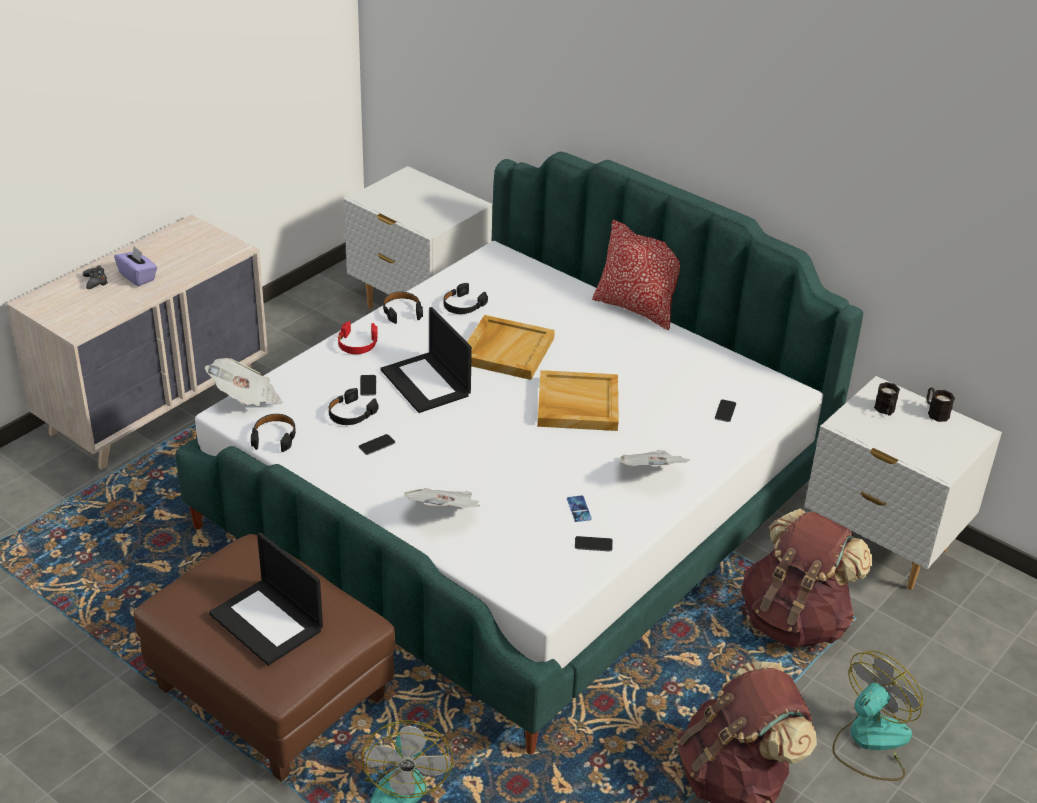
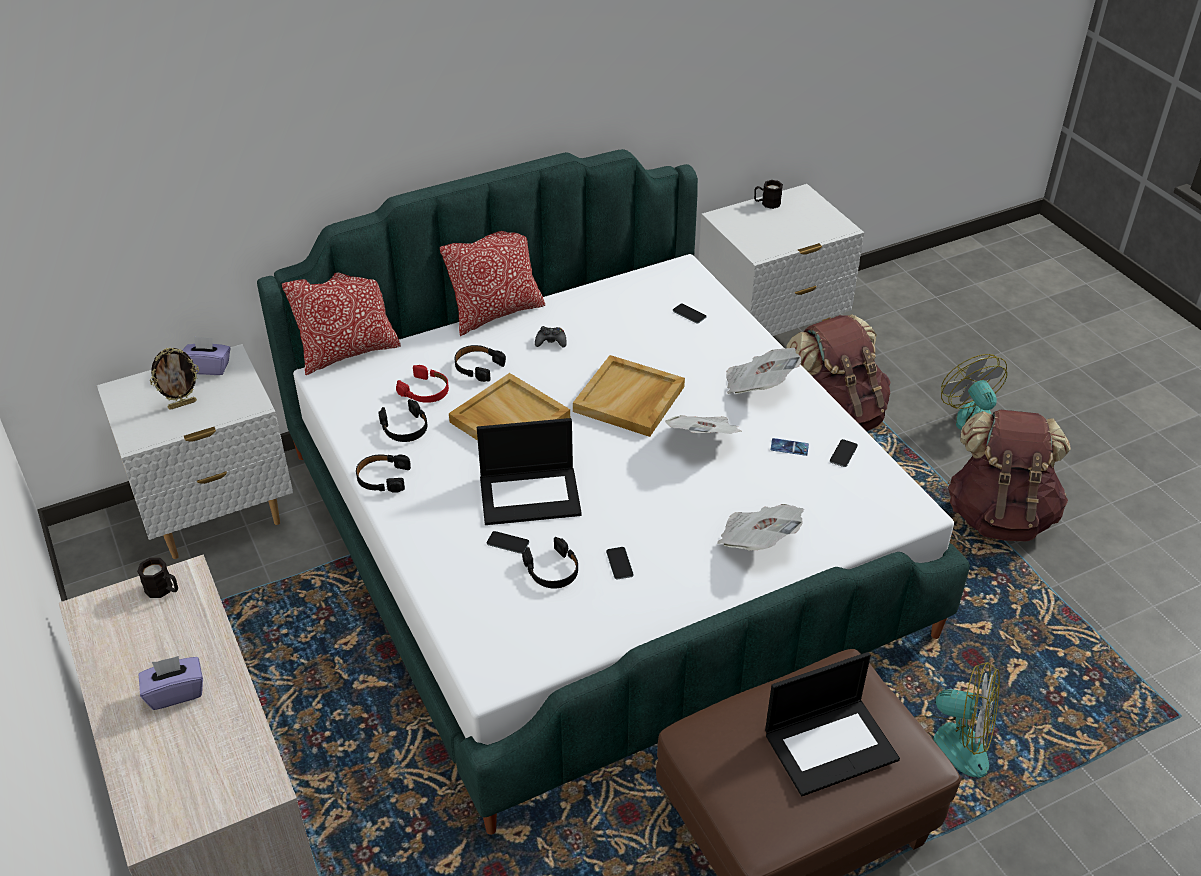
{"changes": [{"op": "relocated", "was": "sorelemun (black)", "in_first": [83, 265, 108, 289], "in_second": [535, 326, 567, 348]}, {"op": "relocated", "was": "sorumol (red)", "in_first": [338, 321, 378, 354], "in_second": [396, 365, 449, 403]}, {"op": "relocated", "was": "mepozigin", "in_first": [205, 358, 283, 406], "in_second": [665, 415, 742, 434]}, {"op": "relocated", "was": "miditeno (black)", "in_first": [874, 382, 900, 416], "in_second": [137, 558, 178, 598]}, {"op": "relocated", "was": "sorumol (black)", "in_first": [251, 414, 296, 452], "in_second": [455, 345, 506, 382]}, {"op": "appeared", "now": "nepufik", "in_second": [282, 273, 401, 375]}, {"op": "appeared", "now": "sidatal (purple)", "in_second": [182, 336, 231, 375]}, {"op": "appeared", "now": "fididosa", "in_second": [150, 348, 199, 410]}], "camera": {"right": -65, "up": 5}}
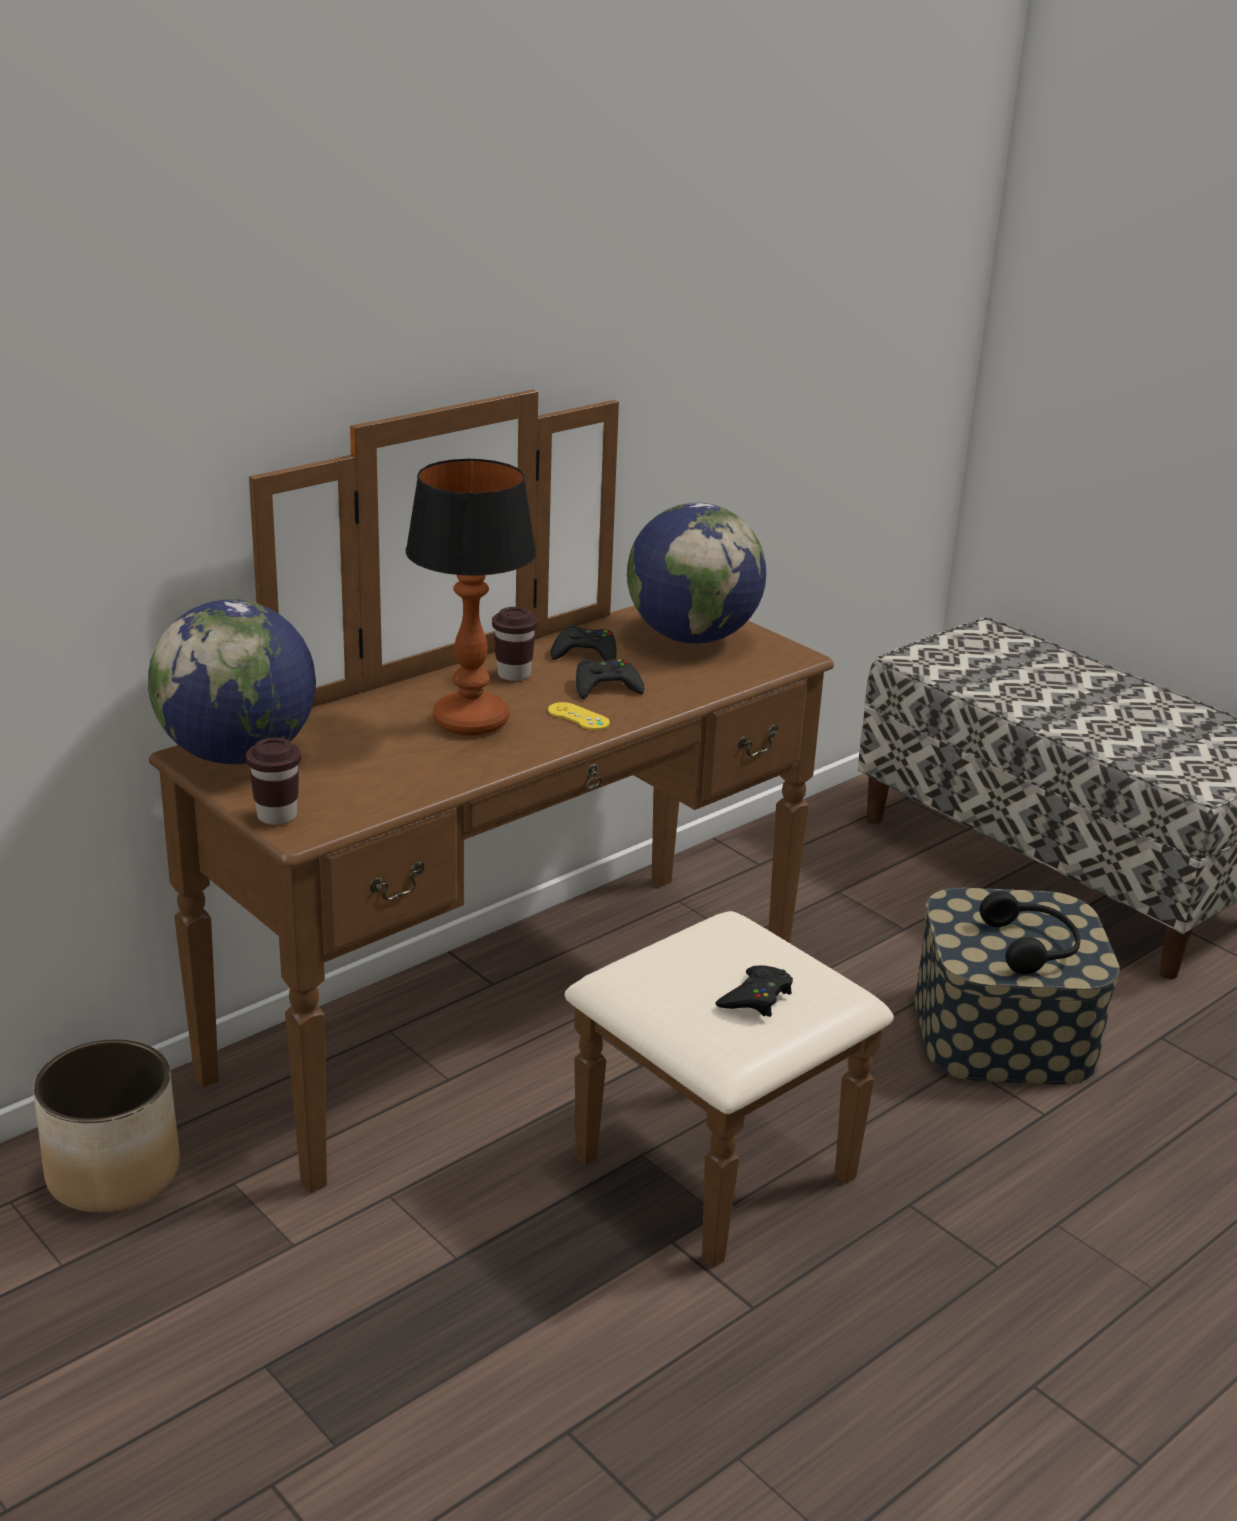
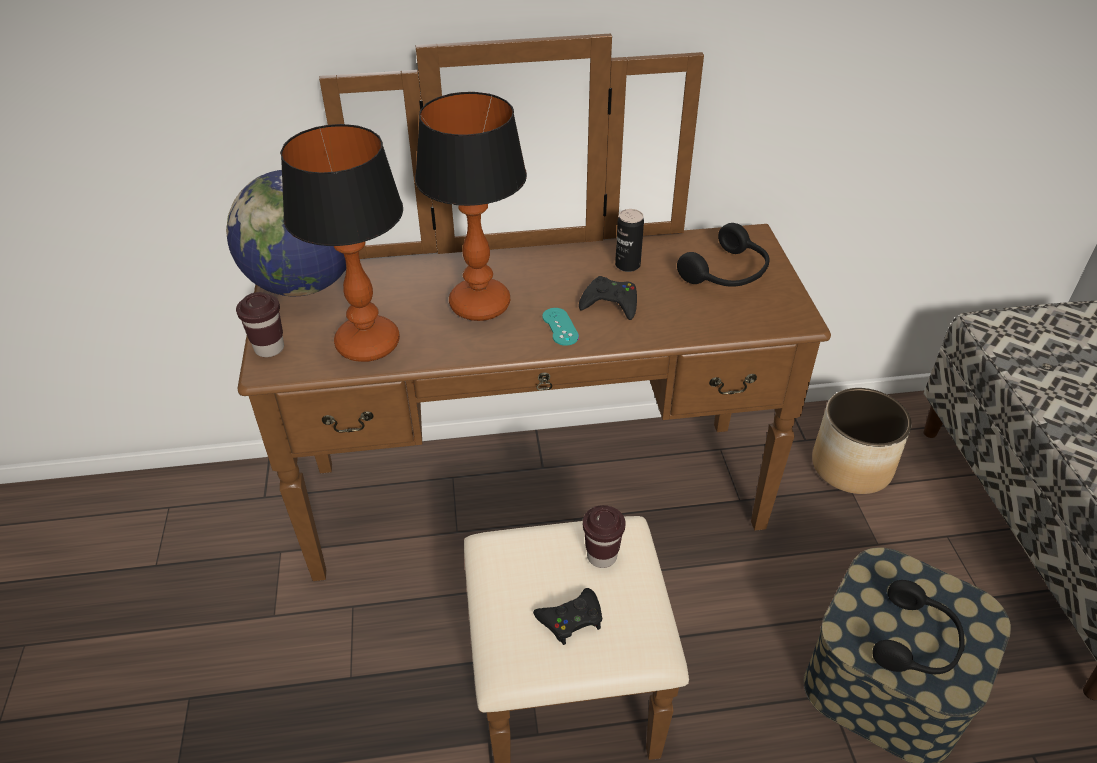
{"changes": [{"op": "exchanged", "was": "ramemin", "now": "sorumol (black)", "in_first": [627, 503, 766, 644], "in_second": [677, 223, 770, 287]}, {"op": "relocated", "was": "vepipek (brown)", "in_first": [492, 607, 538, 681], "in_second": [583, 505, 626, 568]}, {"op": "exchanged", "was": "sorelemun (black)", "now": "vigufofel", "in_first": [550, 624, 617, 661], "in_second": [615, 209, 644, 272]}, {"op": "colour", "was": "sorelemun (yellow)", "now": "sorelemun (turquoise)", "in_first": [548, 702, 610, 730], "in_second": [542, 308, 579, 346]}, {"op": "relocated", "was": "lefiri", "in_first": [33, 1040, 180, 1213], "in_second": [812, 388, 912, 494]}, {"op": "appeared", "now": "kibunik", "in_second": [280, 124, 403, 362]}], "camera": {"right": 35, "up": 15}}
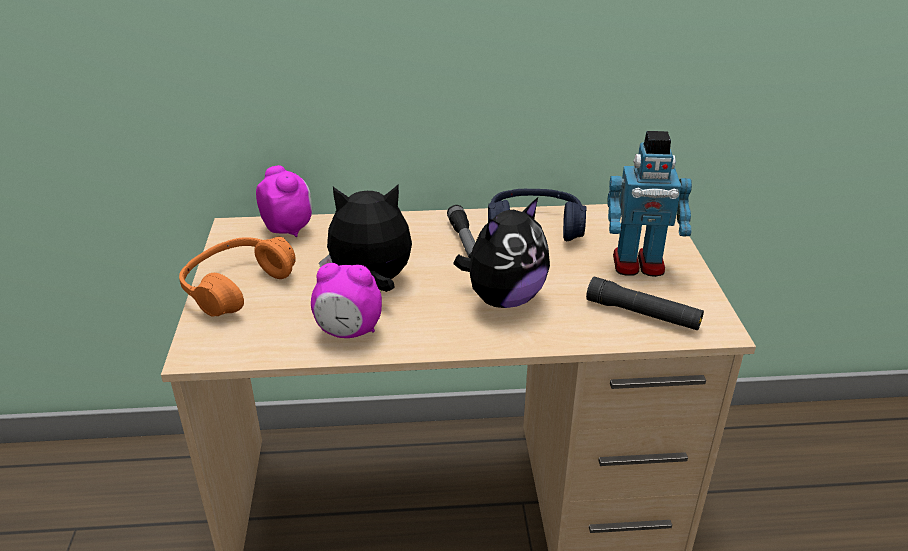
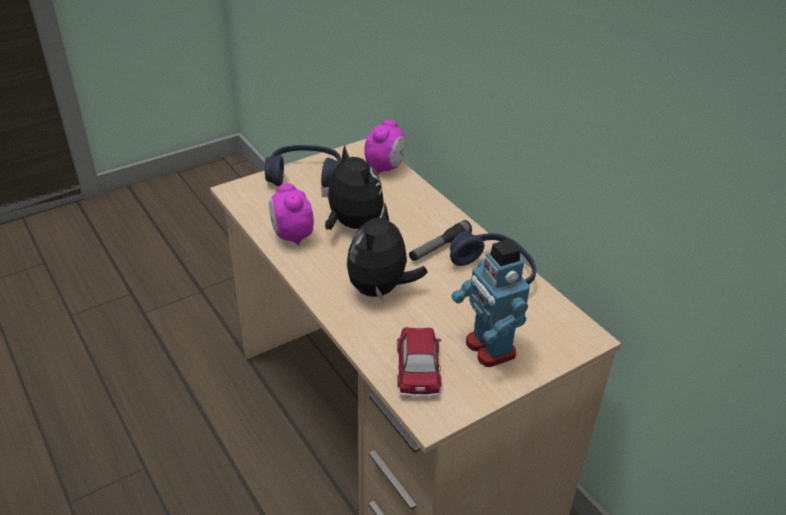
{"changes": [{"op": "spun", "was": "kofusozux", "in_first": [454, 197, 550, 308], "in_second": [347, 203, 428, 301], "clockwise": 90}, {"op": "colour", "was": "sorumol (orange)", "now": "sorumol (blue)", "in_first": [179, 237, 296, 317], "in_second": [265, 145, 341, 187]}, {"op": "exchanged", "was": "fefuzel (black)", "now": "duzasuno", "in_first": [586, 277, 704, 330], "in_second": [397, 327, 442, 397]}], "camera": {"right": 60, "up": 5}}
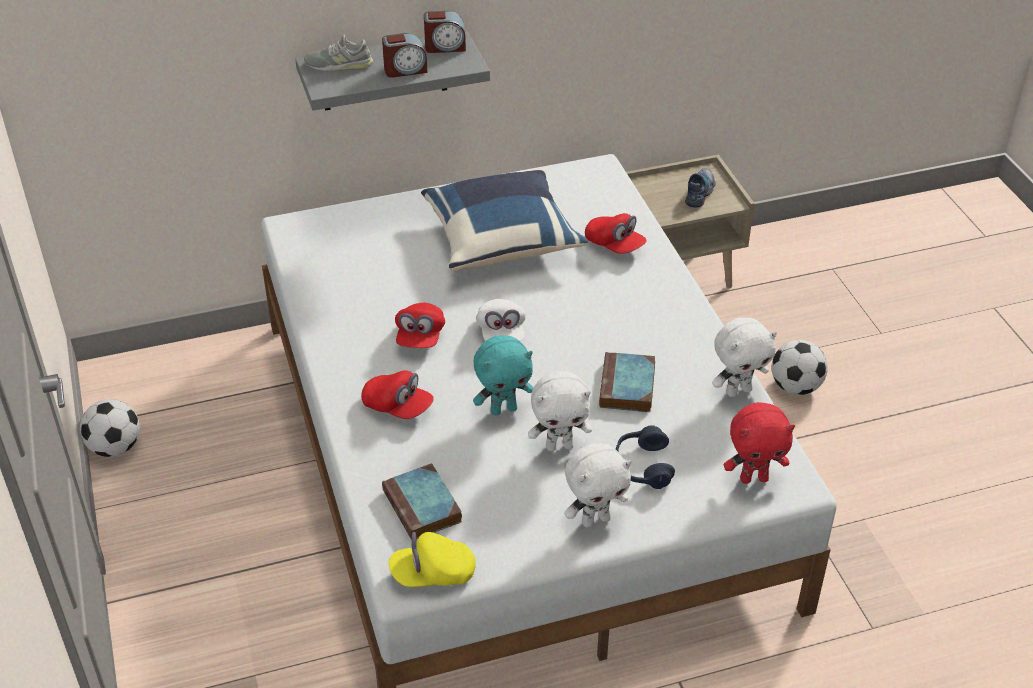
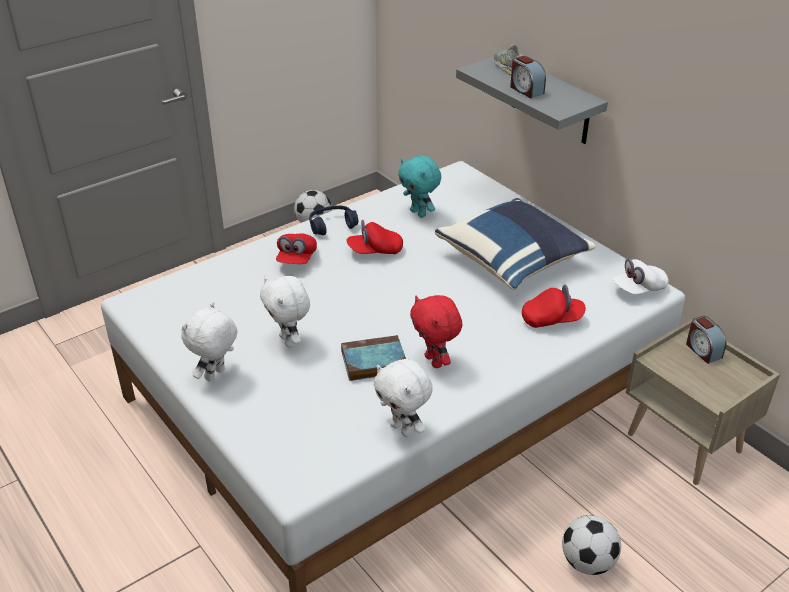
{"changes": [{"op": "relocated", "was": "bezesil", "in_first": [424, 11, 466, 53], "in_second": [686, 316, 726, 364]}, {"op": "missing", "was": "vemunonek", "in_first": [685, 168, 716, 208]}, {"op": "spun", "was": "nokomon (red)", "in_first": [585, 213, 647, 254], "in_second": [522, 285, 586, 328], "clockwise": -120}, {"op": "relocated", "was": "nokomon (white)", "in_first": [476, 299, 526, 341], "in_second": [613, 259, 669, 295]}, {"op": "relocated", "was": "kofusozux (turquoise)", "in_first": [473, 336, 533, 416], "in_second": [398, 156, 441, 218]}, {"op": "relocated", "was": "kofusozux (red)", "in_first": [724, 402, 795, 484], "in_second": [410, 295, 462, 368]}, {"op": "relocated", "was": "sorumol (blue)", "in_first": [616, 425, 675, 489], "in_second": [309, 206, 358, 235]}, {"op": "spun", "was": "kofusozux (white)", "in_first": [564, 443, 632, 528], "in_second": [181, 302, 237, 382], "clockwise": 75}, {"op": "missing", "was": "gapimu", "in_first": [382, 463, 462, 539]}, {"op": "missing", "was": "nokomon (yellow)", "in_first": [389, 532, 476, 587]}], "camera": {"right": 70, "up": -5}}
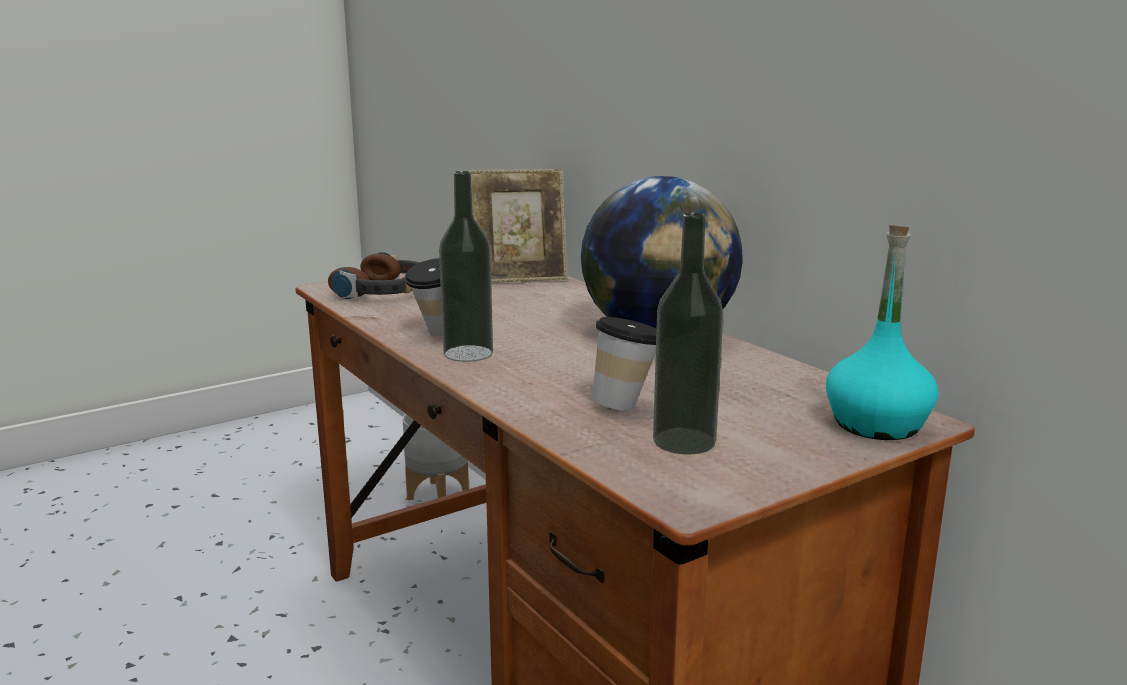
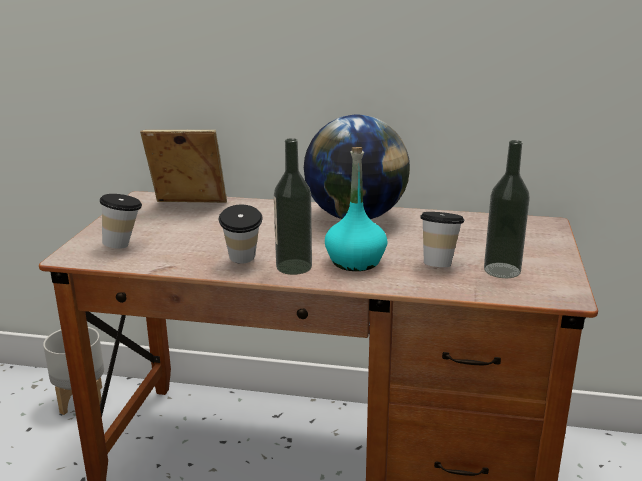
{"changes": [{"op": "spun", "was": "fididosa", "in_first": [468, 169, 568, 283], "in_second": [140, 130, 227, 203], "clockwise": -120}, {"op": "relocated", "was": "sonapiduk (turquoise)", "in_first": [826, 225, 939, 440], "in_second": [325, 147, 387, 271]}, {"op": "exchanged", "was": "sorumol", "now": "vepipek", "in_first": [328, 252, 420, 299], "in_second": [100, 194, 142, 249]}], "camera": {"right": -45, "up": 5}}
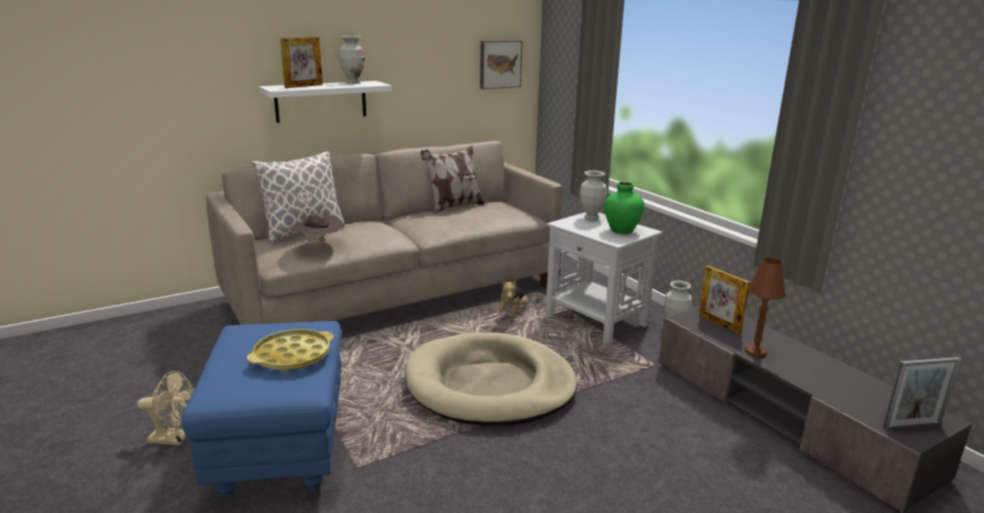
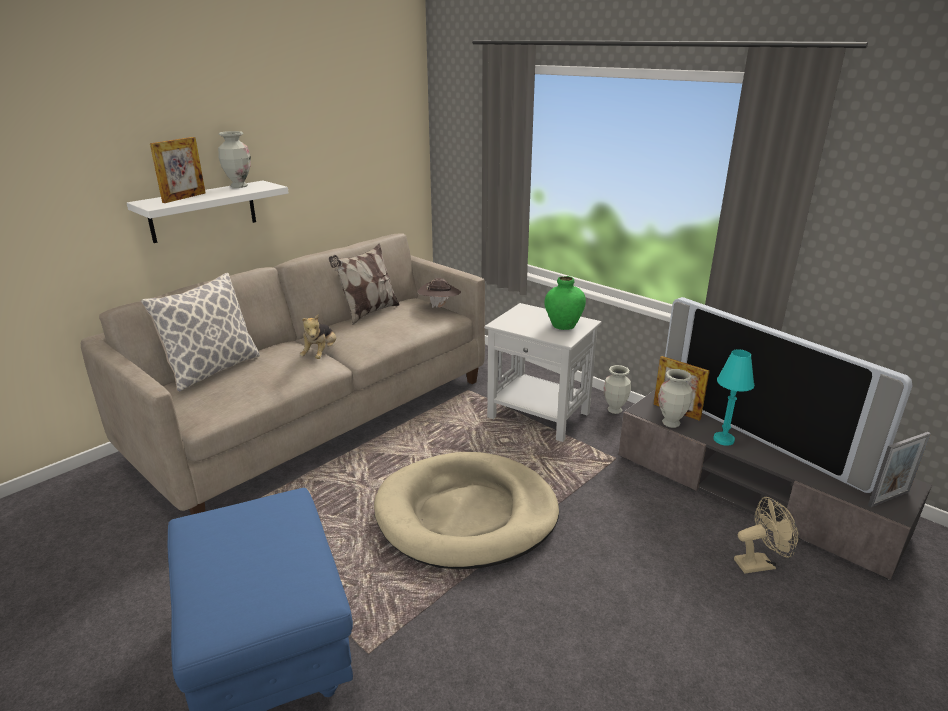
{"changes": [{"op": "missing", "was": "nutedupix", "in_first": [480, 40, 523, 89]}, {"op": "relocated", "was": "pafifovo", "in_first": [580, 170, 607, 220], "in_second": [658, 369, 693, 428]}, {"op": "relocated", "was": "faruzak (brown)", "in_first": [289, 213, 343, 246], "in_second": [418, 278, 461, 308]}, {"op": "colour", "was": "kibunik (brown)", "now": "kibunik (turquoise)", "in_first": [745, 258, 786, 358], "in_second": [713, 349, 754, 446]}, {"op": "relocated", "was": "kofusozux", "in_first": [496, 279, 528, 318], "in_second": [300, 314, 336, 359]}, {"op": "missing", "was": "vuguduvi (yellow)", "in_first": [247, 329, 334, 371]}, {"op": "relocated", "was": "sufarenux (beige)", "in_first": [137, 371, 194, 446], "in_second": [734, 497, 799, 573]}, {"op": "appeared", "now": "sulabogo", "in_second": [665, 297, 913, 493]}], "camera": {"right": -15, "up": 5}}
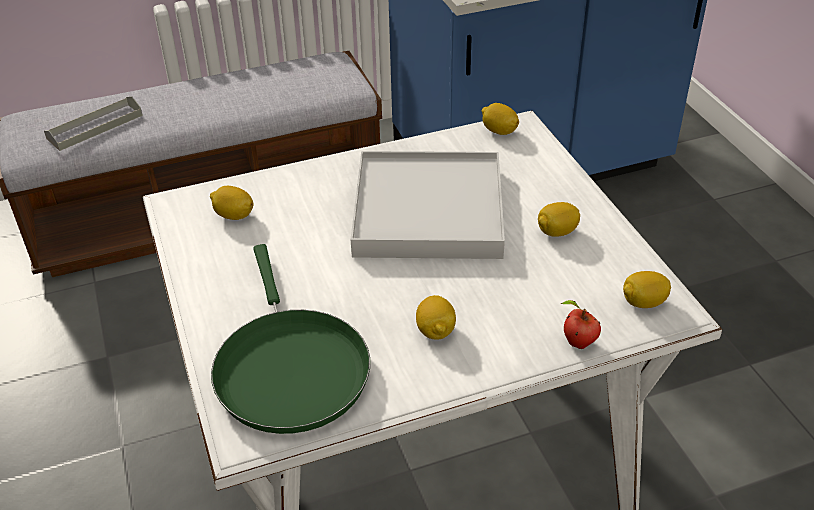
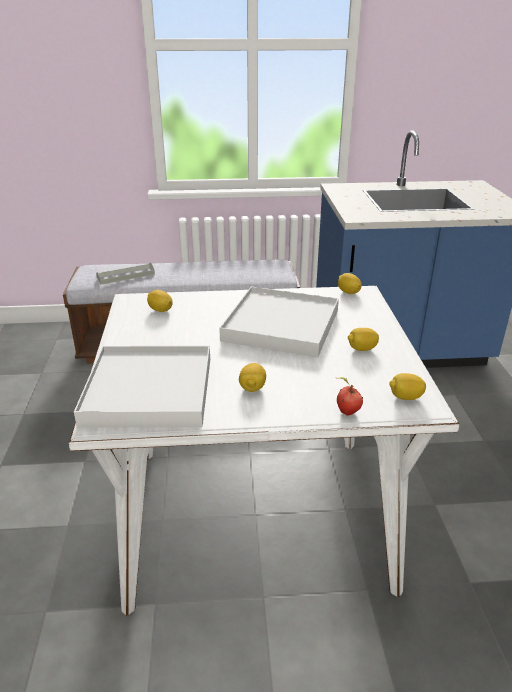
{"changes": [{"op": "exchanged", "was": "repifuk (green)", "now": "vuguduvi (white)", "in_first": [211, 244, 370, 434], "in_second": [74, 346, 210, 428]}], "camera": {"right": 15, "up": -10}}
